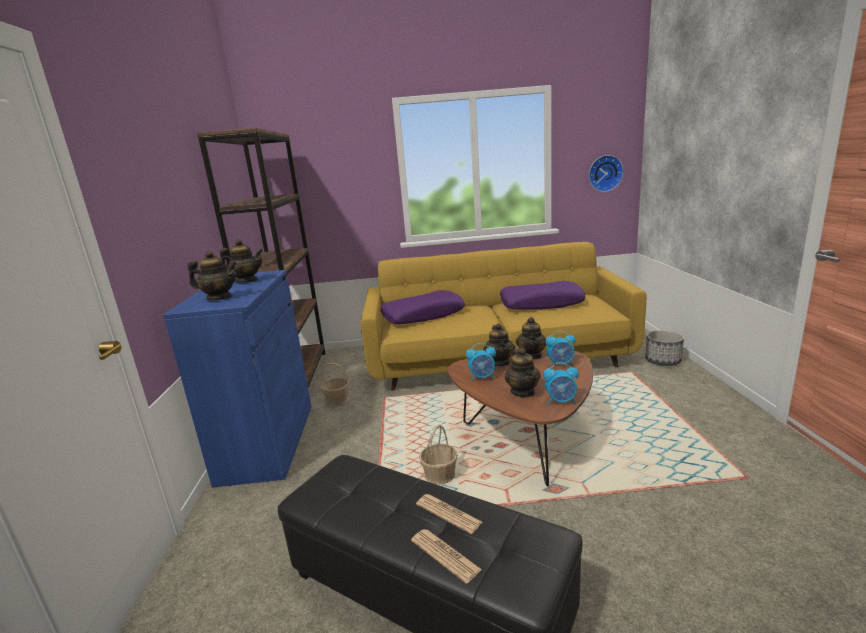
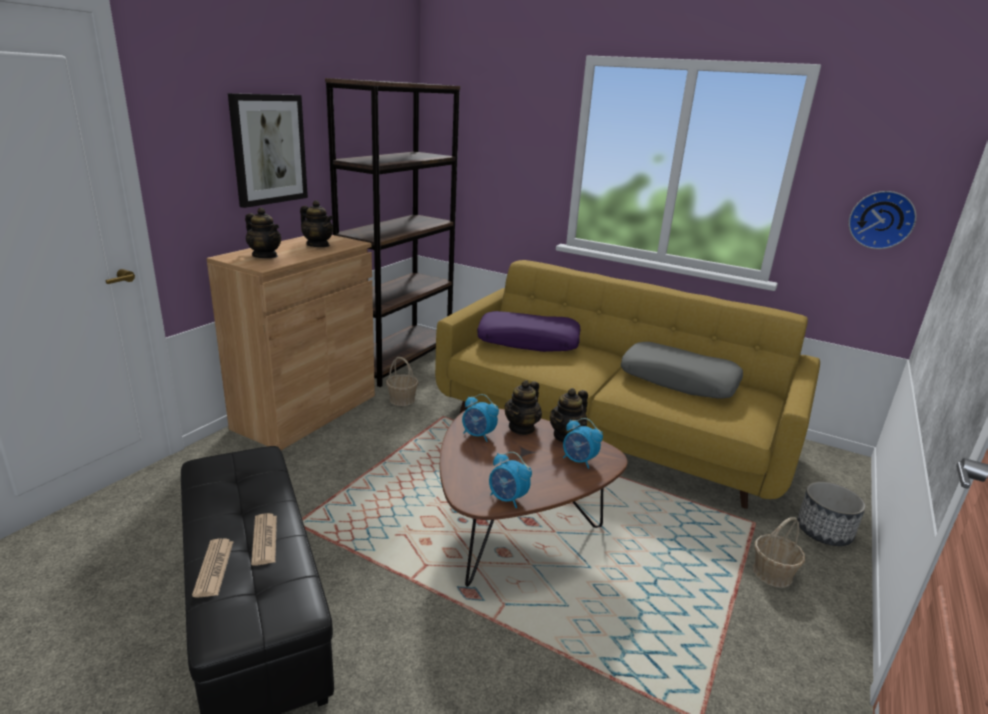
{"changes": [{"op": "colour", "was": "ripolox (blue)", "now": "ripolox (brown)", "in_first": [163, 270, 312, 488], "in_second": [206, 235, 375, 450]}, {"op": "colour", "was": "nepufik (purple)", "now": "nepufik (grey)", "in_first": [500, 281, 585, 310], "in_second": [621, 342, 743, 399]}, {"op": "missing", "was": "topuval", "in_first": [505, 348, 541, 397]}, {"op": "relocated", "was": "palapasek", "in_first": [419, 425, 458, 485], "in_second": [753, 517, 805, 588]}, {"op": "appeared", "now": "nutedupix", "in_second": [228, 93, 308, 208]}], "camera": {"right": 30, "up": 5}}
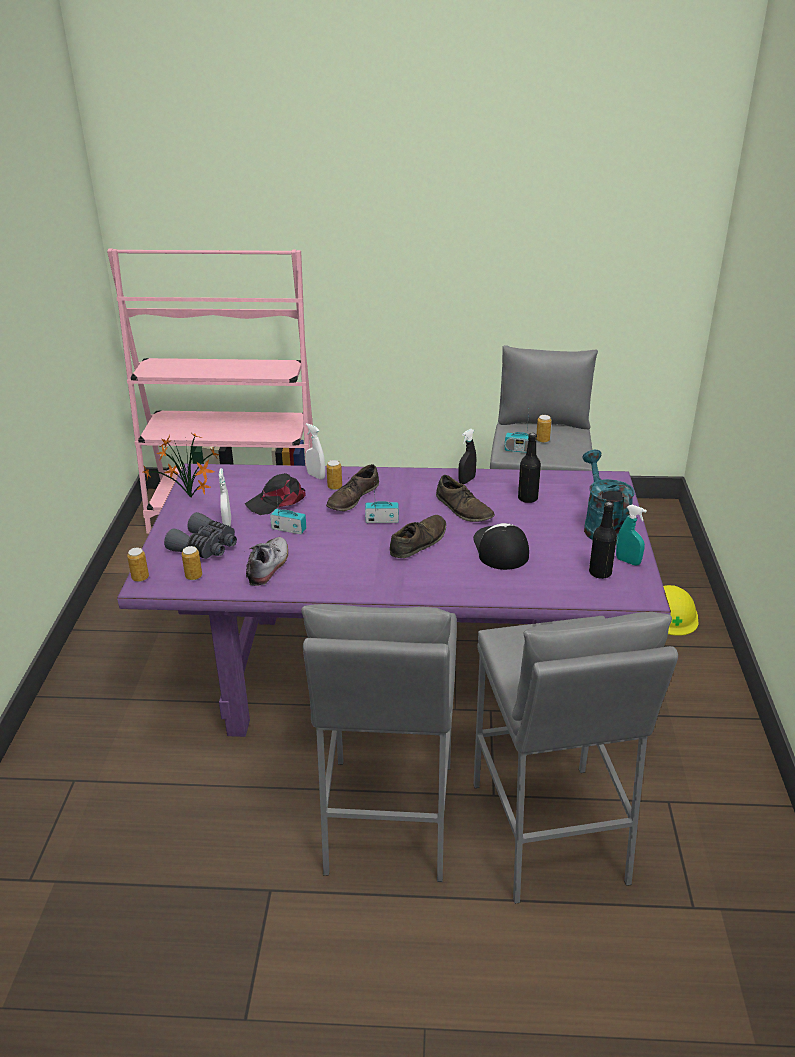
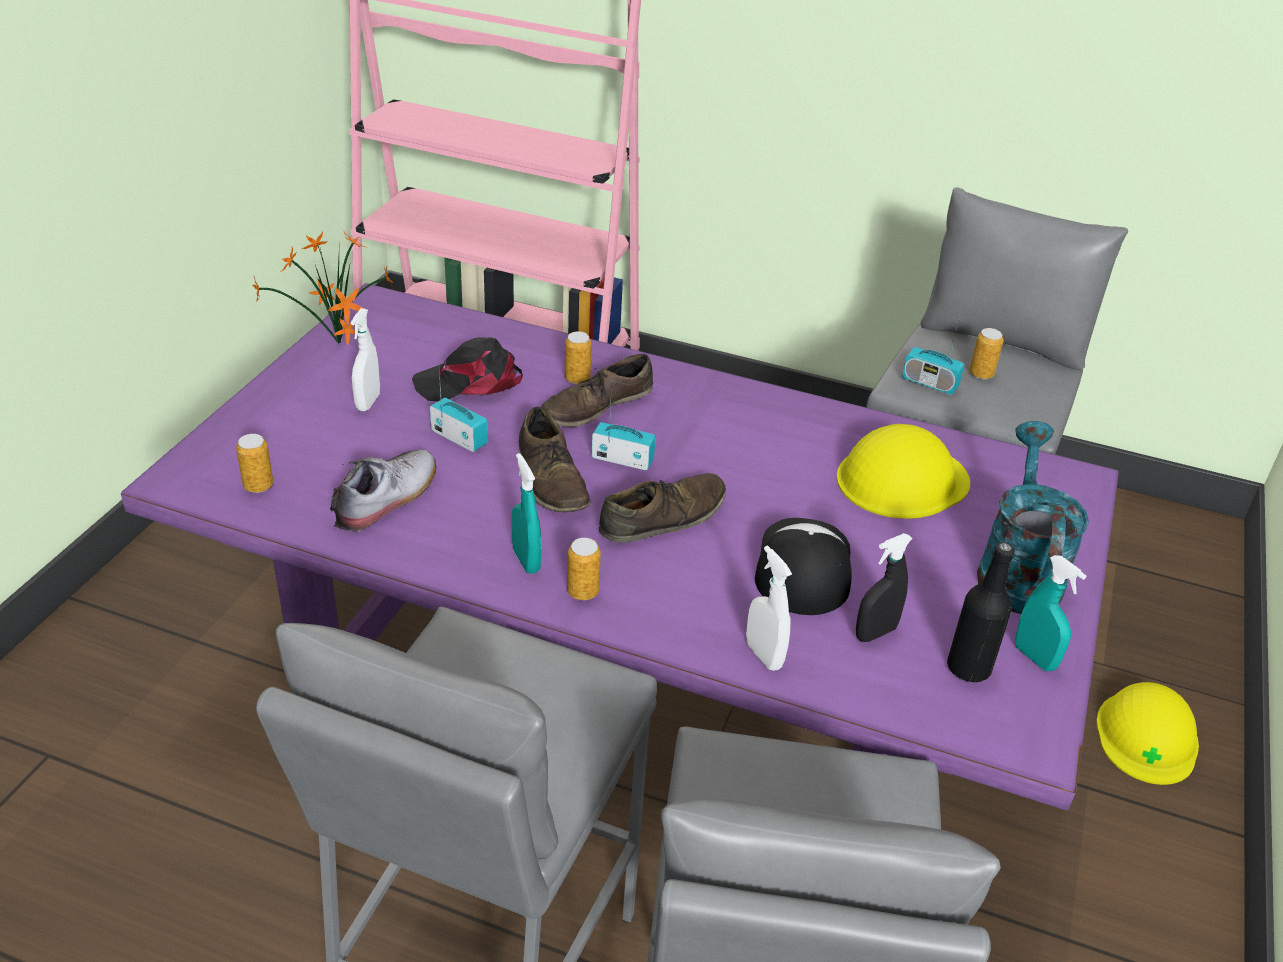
{"changes": [{"op": "relocated", "was": "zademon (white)", "in_first": [305, 423, 325, 480], "in_second": [746, 546, 792, 671]}, {"op": "relocated", "was": "zademon (black)", "in_first": [458, 429, 477, 484], "in_second": [856, 533, 913, 642]}, {"op": "exchanged", "was": "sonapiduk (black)", "now": "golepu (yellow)", "in_first": [518, 433, 541, 503], "in_second": [836, 424, 970, 519]}, {"op": "relocated", "was": "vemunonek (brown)", "in_first": [436, 475, 495, 522], "in_second": [519, 407, 591, 513]}, {"op": "missing", "was": "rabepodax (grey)", "in_first": [164, 512, 237, 559]}, {"op": "relocated", "was": "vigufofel", "in_first": [127, 548, 149, 582], "in_second": [567, 538, 601, 600]}, {"op": "appeared", "now": "zademon (turquoise)", "in_second": [511, 453, 541, 574]}], "camera": {"right": 15, "up": 5}}
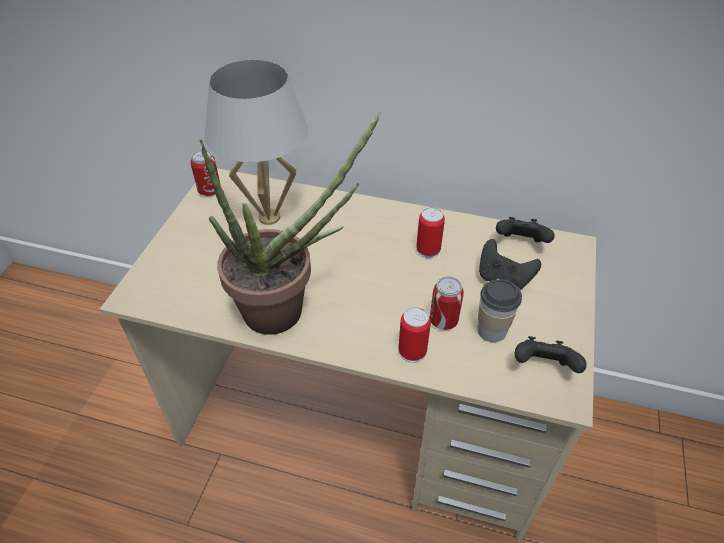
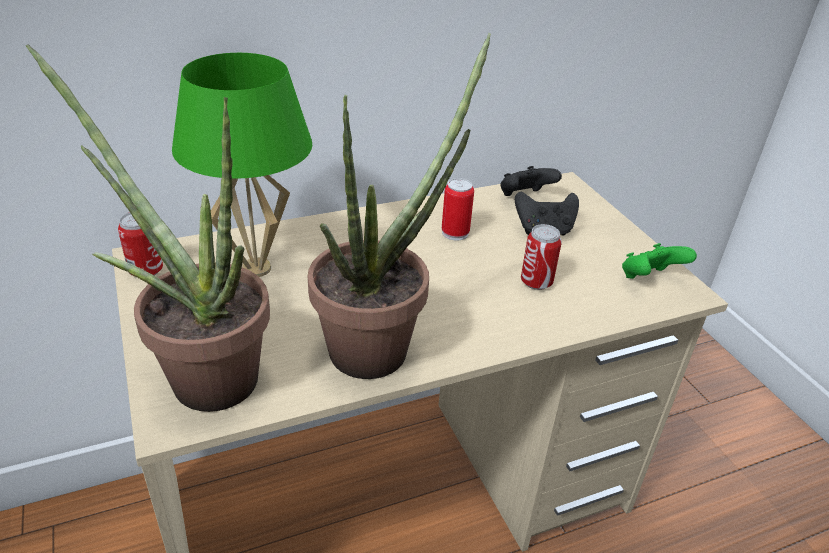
{"changes": [{"op": "colour", "was": "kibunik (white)", "now": "kibunik (green)", "in_first": [205, 60, 308, 225], "in_second": [172, 53, 312, 277]}, {"op": "missing", "was": "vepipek", "in_first": [477, 279, 522, 342]}, {"op": "missing", "was": "vigufofel", "in_first": [398, 307, 431, 363]}, {"op": "colour", "was": "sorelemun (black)", "now": "sorelemun (green)", "in_first": [514, 336, 587, 373], "in_second": [622, 243, 697, 279]}, {"op": "appeared", "now": "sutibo", "in_second": [26, 44, 270, 412]}], "camera": {"right": -40, "up": -10}}
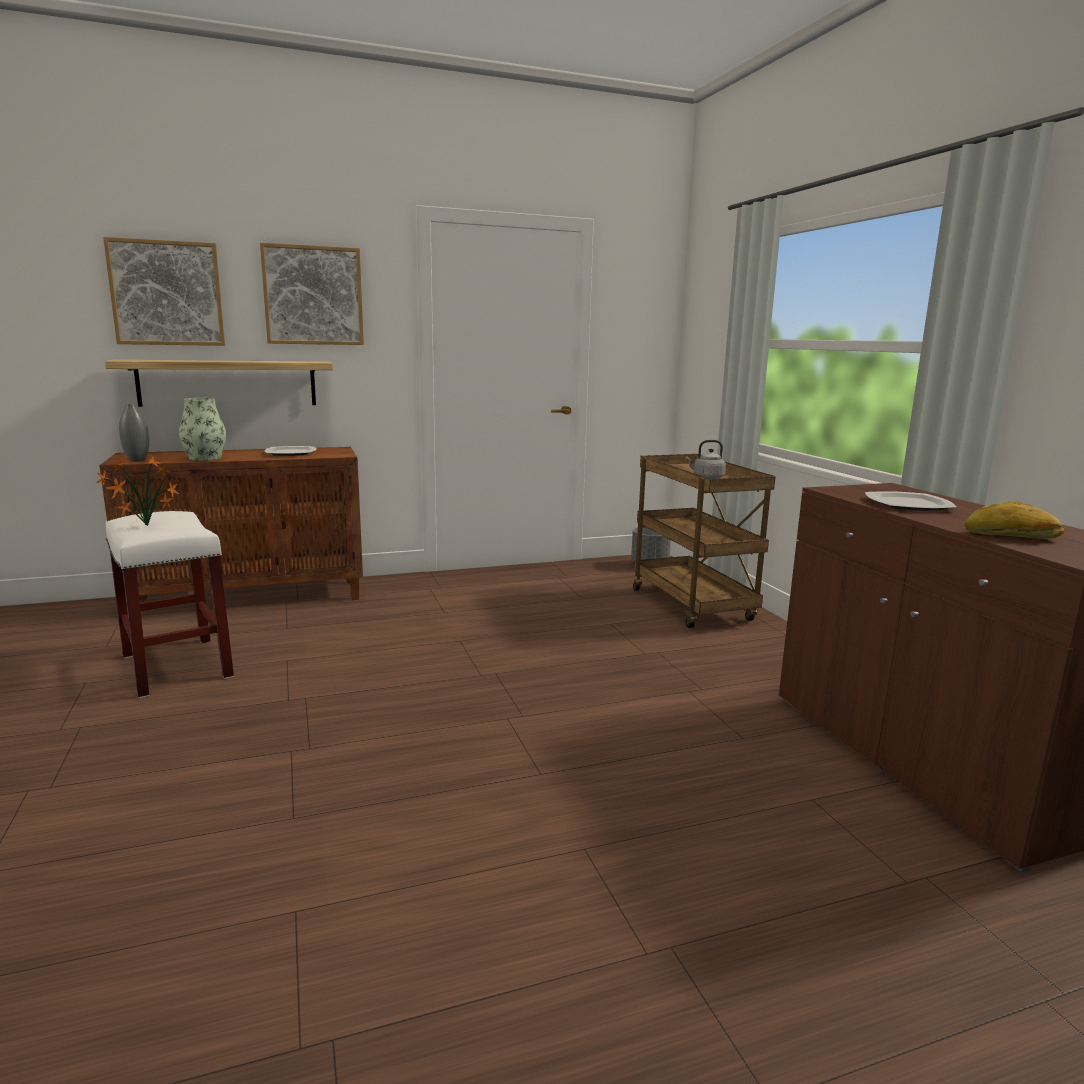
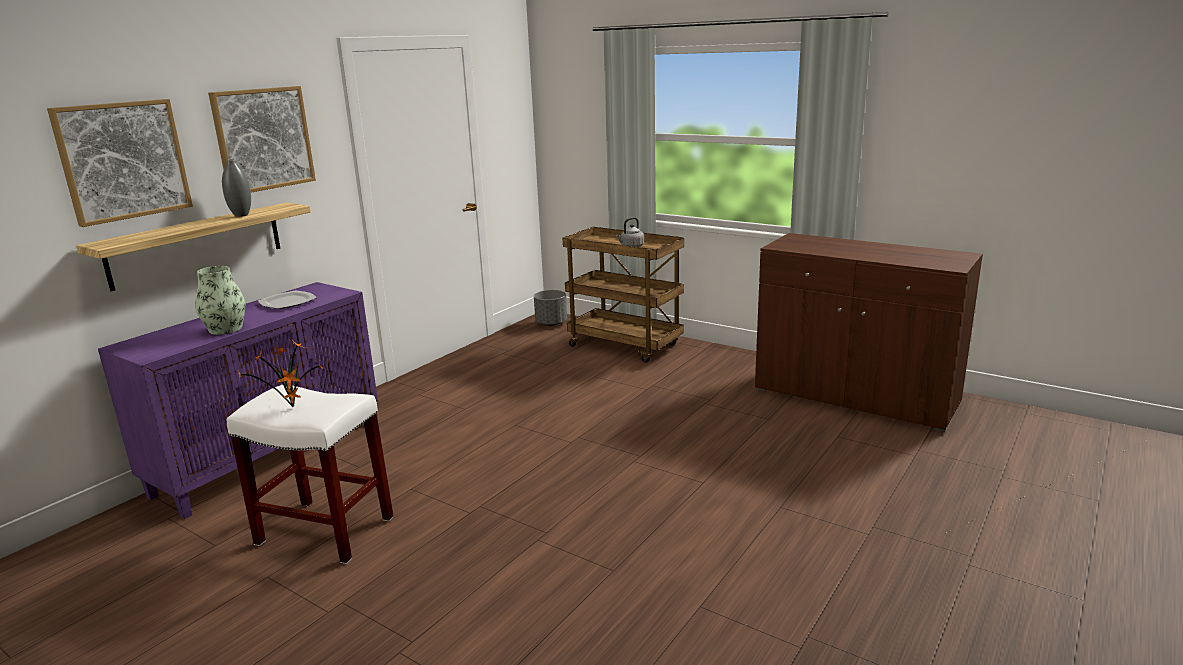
{"changes": [{"op": "relocated", "was": "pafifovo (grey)", "in_first": [119, 403, 149, 462], "in_second": [222, 159, 251, 217]}, {"op": "colour", "was": "ripolox (brown)", "now": "ripolox (purple)", "in_first": [99, 447, 363, 600], "in_second": [98, 282, 378, 519]}, {"op": "missing", "was": "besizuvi", "in_first": [865, 491, 957, 511]}, {"op": "missing", "was": "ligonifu", "in_first": [965, 501, 1064, 539]}], "camera": {"right": -35, "up": 5}}
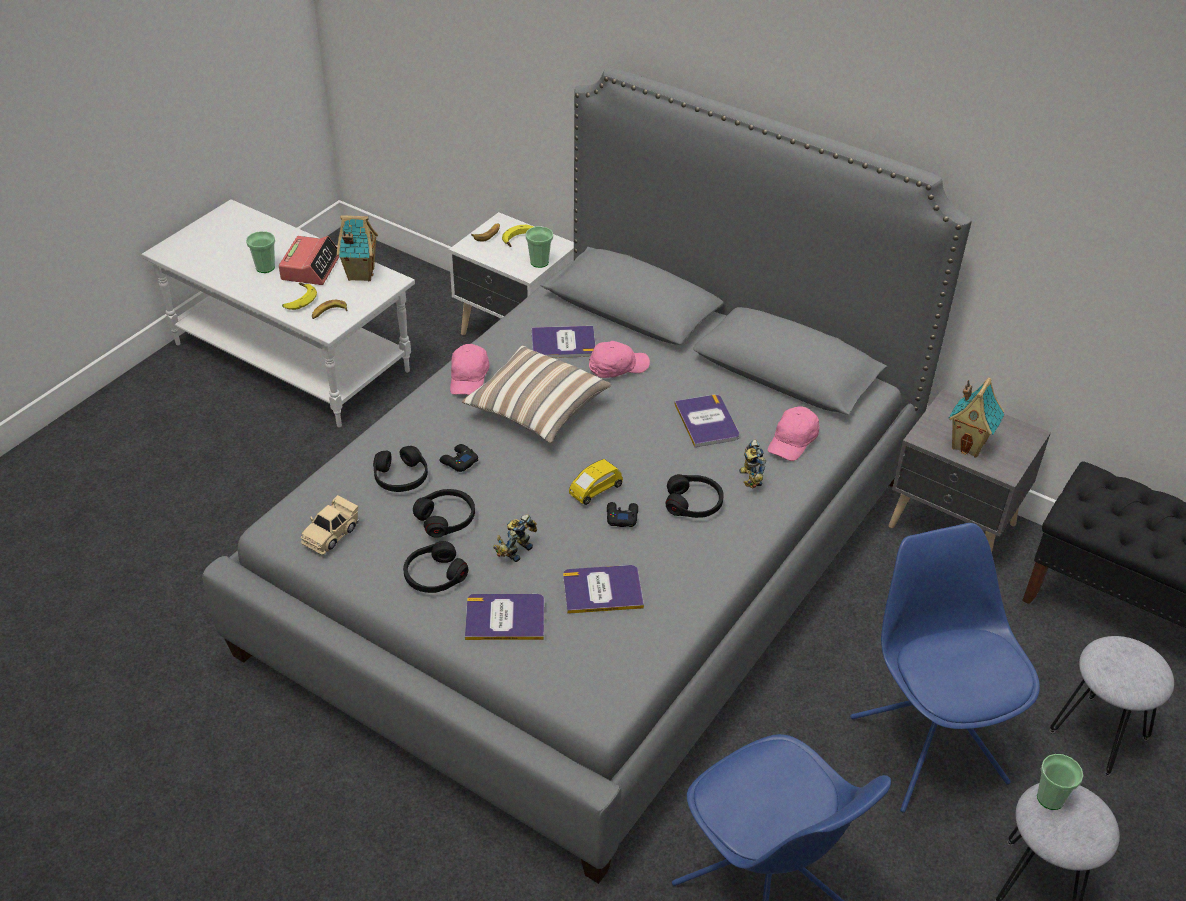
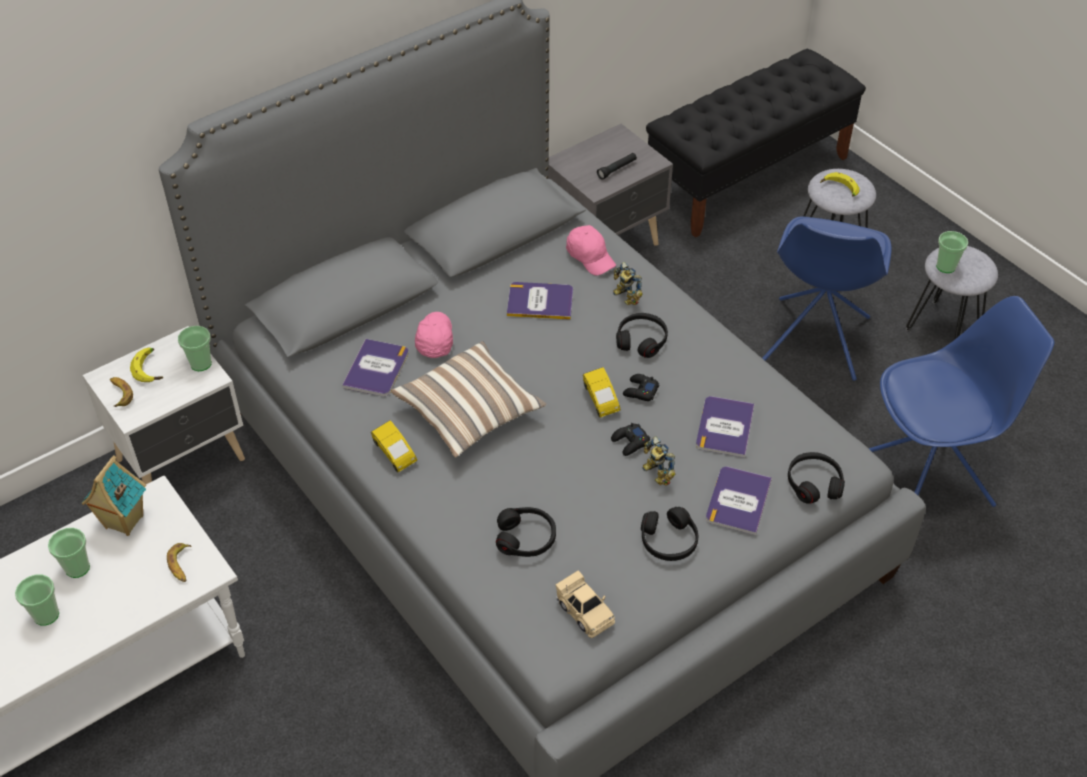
{"changes": [{"op": "exchanged", "was": "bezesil", "now": "vepipek", "in_first": [279, 236, 339, 285], "in_second": [48, 528, 90, 578]}, {"op": "relocated", "was": "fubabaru", "in_first": [282, 283, 317, 310], "in_second": [820, 172, 860, 197]}, {"op": "exchanged", "was": "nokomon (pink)", "now": "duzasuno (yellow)", "in_first": [450, 344, 489, 395], "in_second": [371, 420, 417, 472]}, {"op": "exchanged", "was": "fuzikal", "now": "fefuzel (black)", "in_first": [949, 377, 1004, 457], "in_second": [597, 153, 637, 180]}, {"op": "spun", "was": "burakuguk", "in_first": [739, 439, 766, 489], "in_second": [613, 262, 643, 305], "clockwise": 45}, {"op": "relocated", "was": "sorelemun (black)", "in_first": [439, 444, 478, 472], "in_second": [611, 423, 650, 456]}, {"op": "relocated", "was": "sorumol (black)", "in_first": [413, 489, 475, 538], "in_second": [788, 452, 845, 504]}, {"op": "spun", "was": "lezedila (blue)", "in_first": [850, 523, 1040, 813], "in_second": [762, 217, 892, 381], "clockwise": -75}], "camera": {"right": -70, "up": 5}}
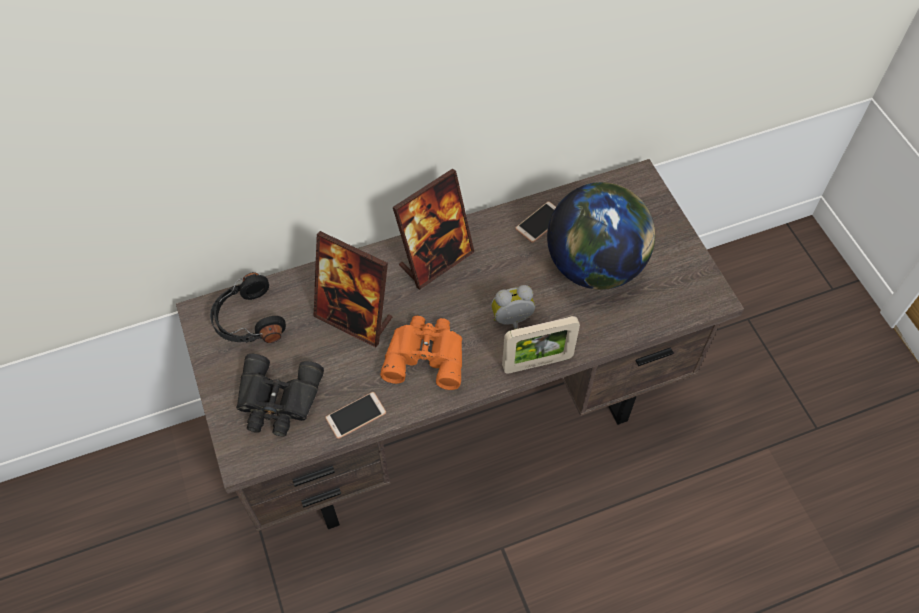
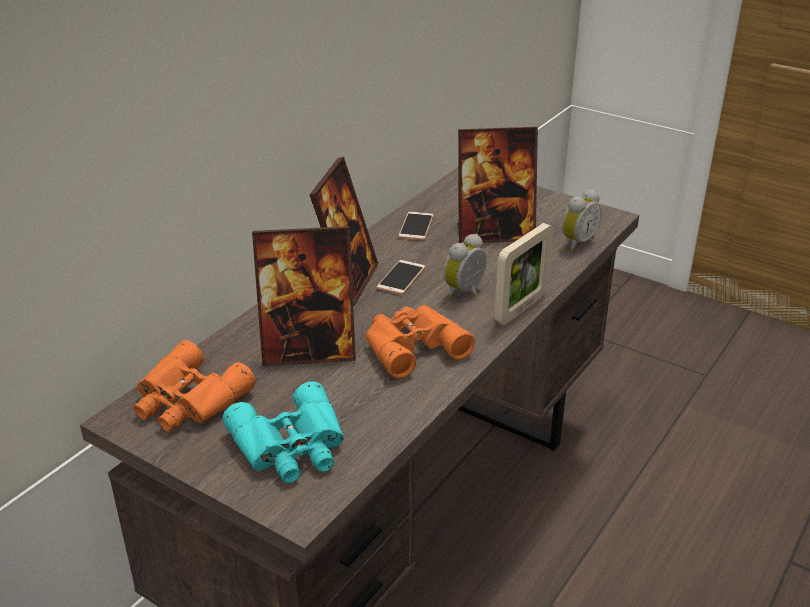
{"changes": [{"op": "exchanged", "was": "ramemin", "now": "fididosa", "in_first": [547, 182, 655, 290], "in_second": [457, 127, 538, 243]}, {"op": "exchanged", "was": "sorumol (black)", "now": "rabepodax (orange)", "in_first": [210, 272, 286, 343], "in_second": [134, 340, 256, 432]}, {"op": "colour", "was": "rabepodax (black)", "now": "rabepodax (turquoise)", "in_first": [236, 354, 324, 437], "in_second": [223, 381, 344, 483]}, {"op": "relocated", "was": "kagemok", "in_first": [325, 392, 386, 439], "in_second": [376, 260, 426, 295]}, {"op": "appeared", "now": "bezesil", "in_second": [562, 189, 602, 251]}], "camera": {"right": -35, "up": -25}}
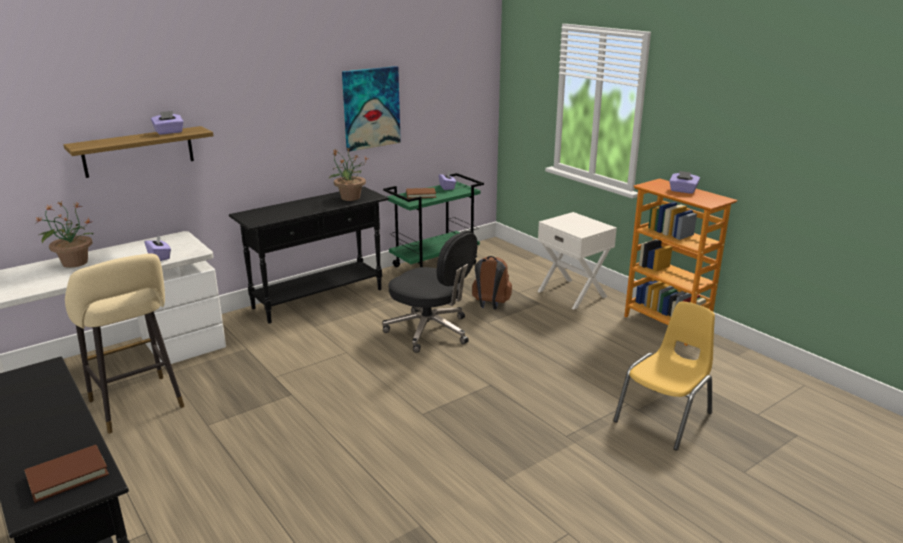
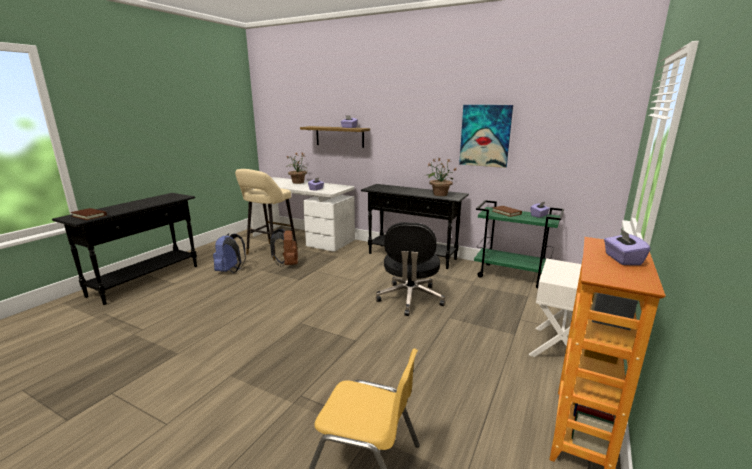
{"changes": [{"op": "relocated", "was": "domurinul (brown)", "in_first": [472, 256, 512, 309], "in_second": [270, 228, 298, 267]}, {"op": "appeared", "now": "domurinul (blue)", "in_second": [213, 233, 246, 273]}], "camera": {"right": 65, "up": -5}}
